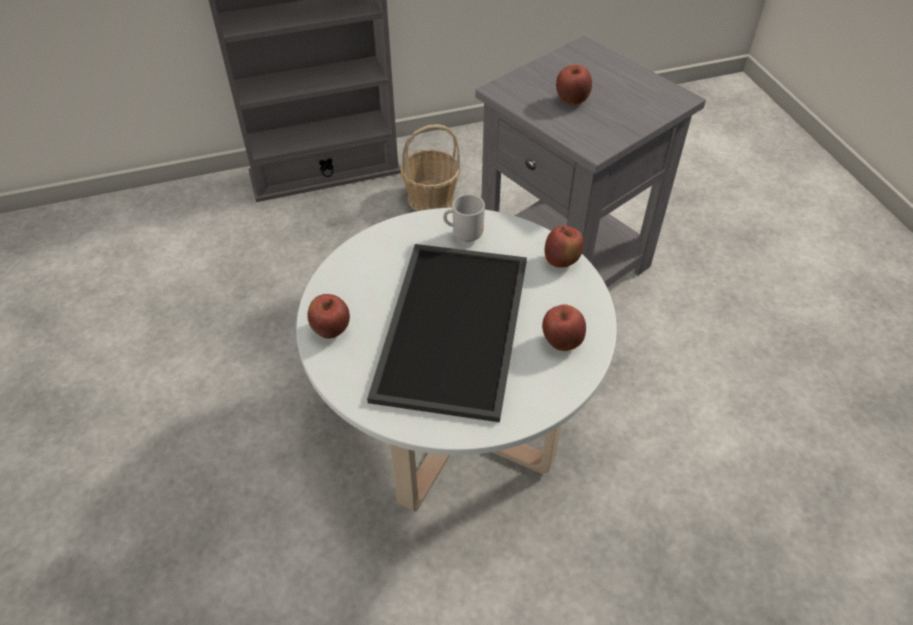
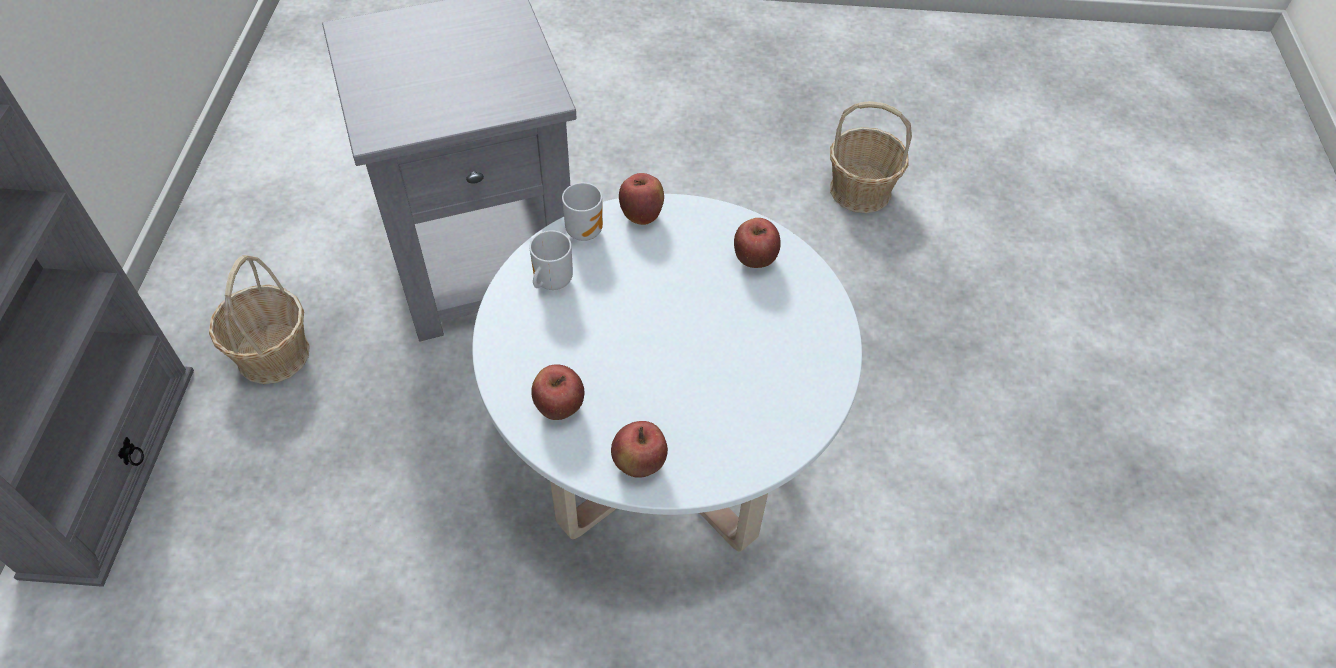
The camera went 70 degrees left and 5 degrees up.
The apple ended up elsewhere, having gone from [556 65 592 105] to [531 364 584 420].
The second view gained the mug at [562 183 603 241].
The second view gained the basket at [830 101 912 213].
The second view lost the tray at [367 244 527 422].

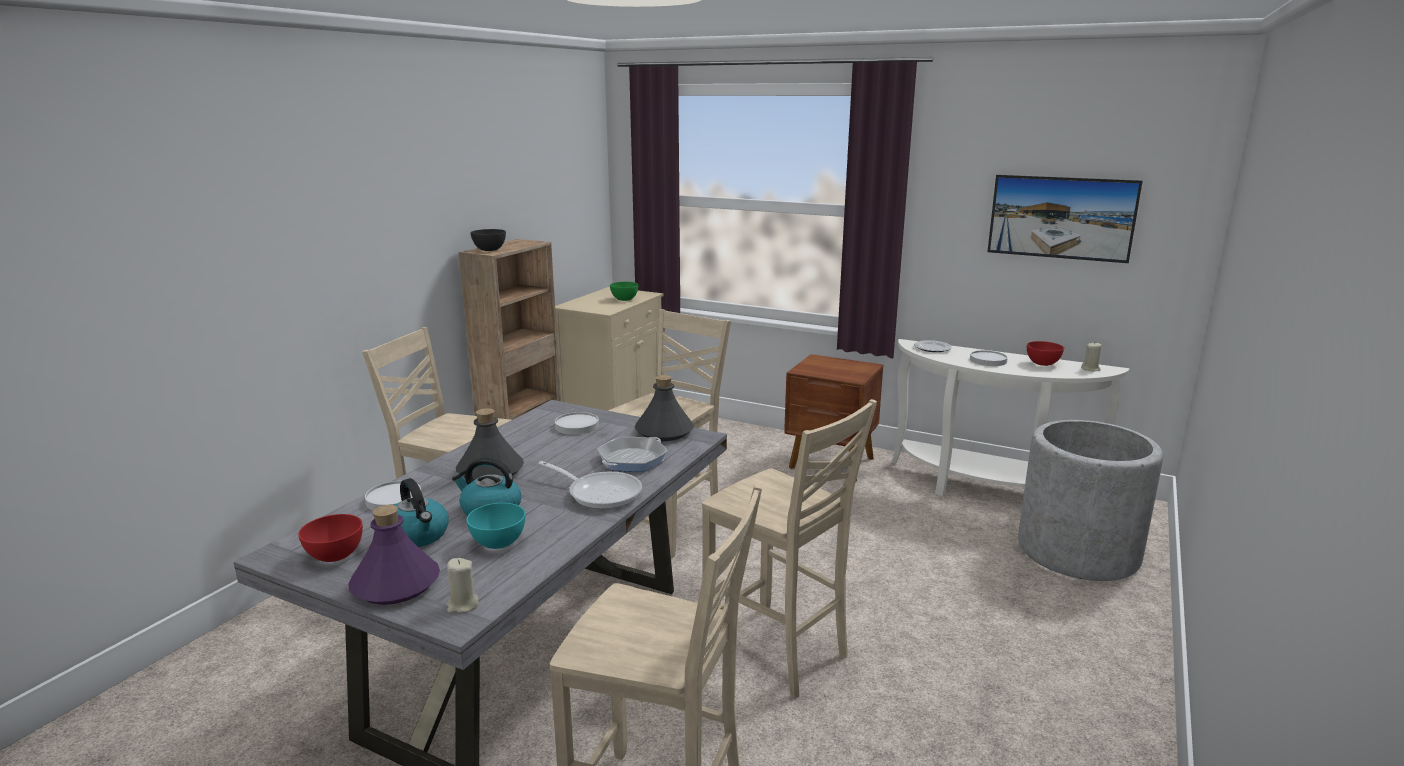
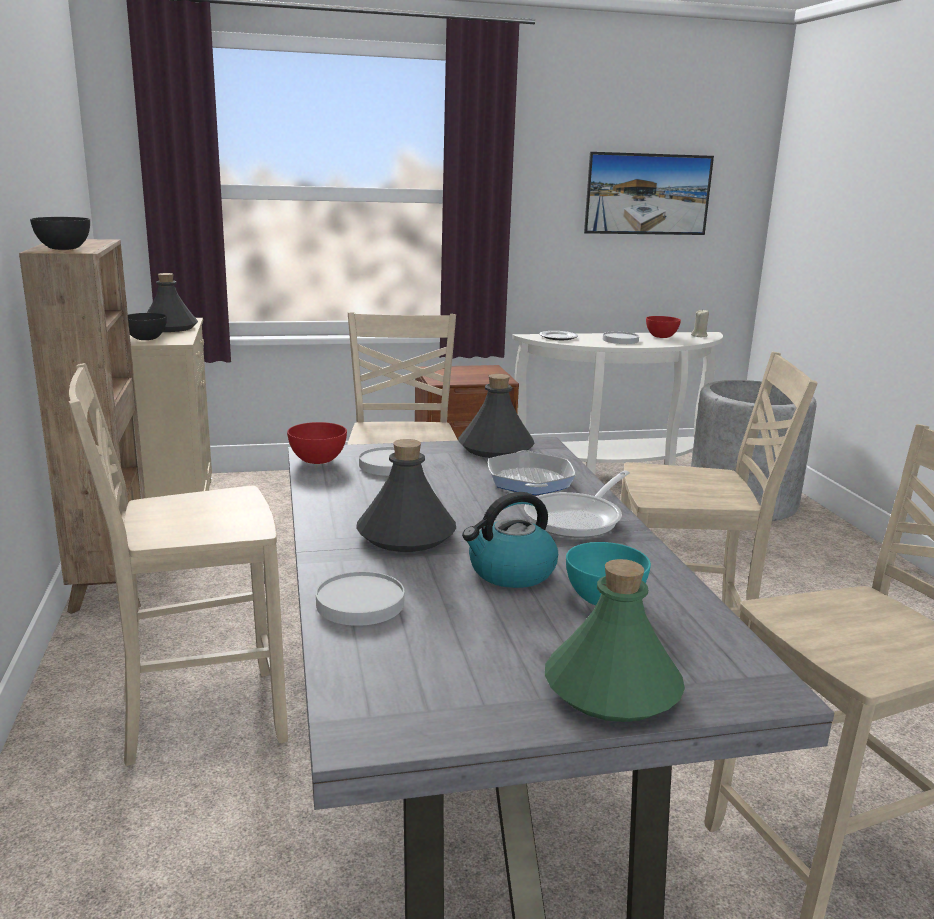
The camera went 40 degrees left and 0 degrees up.
The second view gained the bowl/grey at [128 313 167 340].
Where the bowl/green stood at [610 282 638 301], the bottle/grey came to stand at [147 273 198 332].
The bowl/red ended up elsewhere, having gone from [298 514 363 562] to [287 422 347 464].
The frying pan at [539 461 642 509] ended up facing another way, 135 degrees clockwise from before.
What was the bottle/purple at [348 505 440 605] turned into the bottle/green at [545 559 685 722].
The second view lost the kettle at [395 478 449 547].
The second view lost the candle/beige at [447 558 479 613].

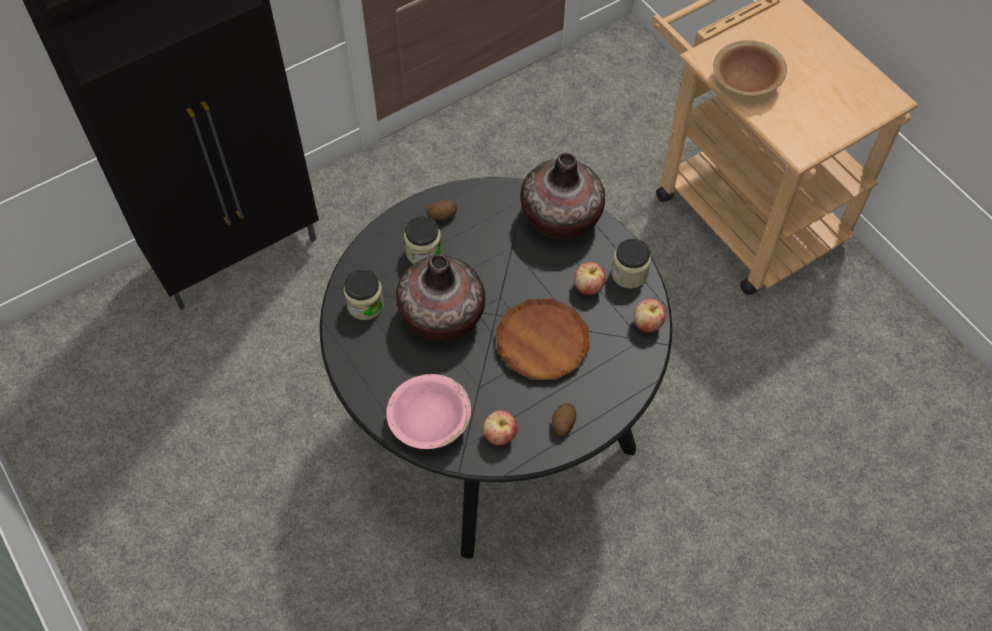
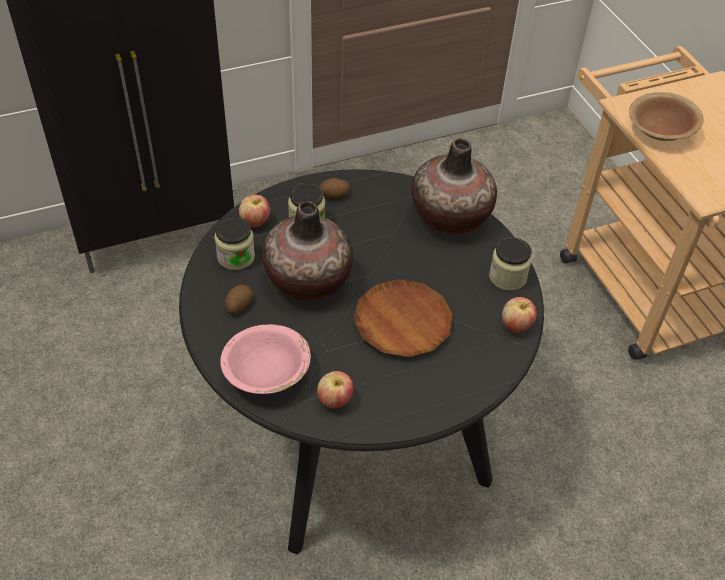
The camera went 10 degrees right and 10 degrees down.
The potato ended up elsewhere, having gone from [552 403 576 436] to [225 285 253 314].
The apple ended up elsewhere, having gone from [574 262 606 295] to [239 194 270 228].

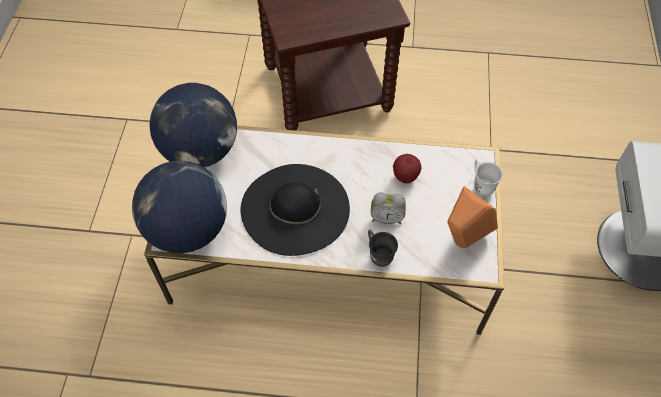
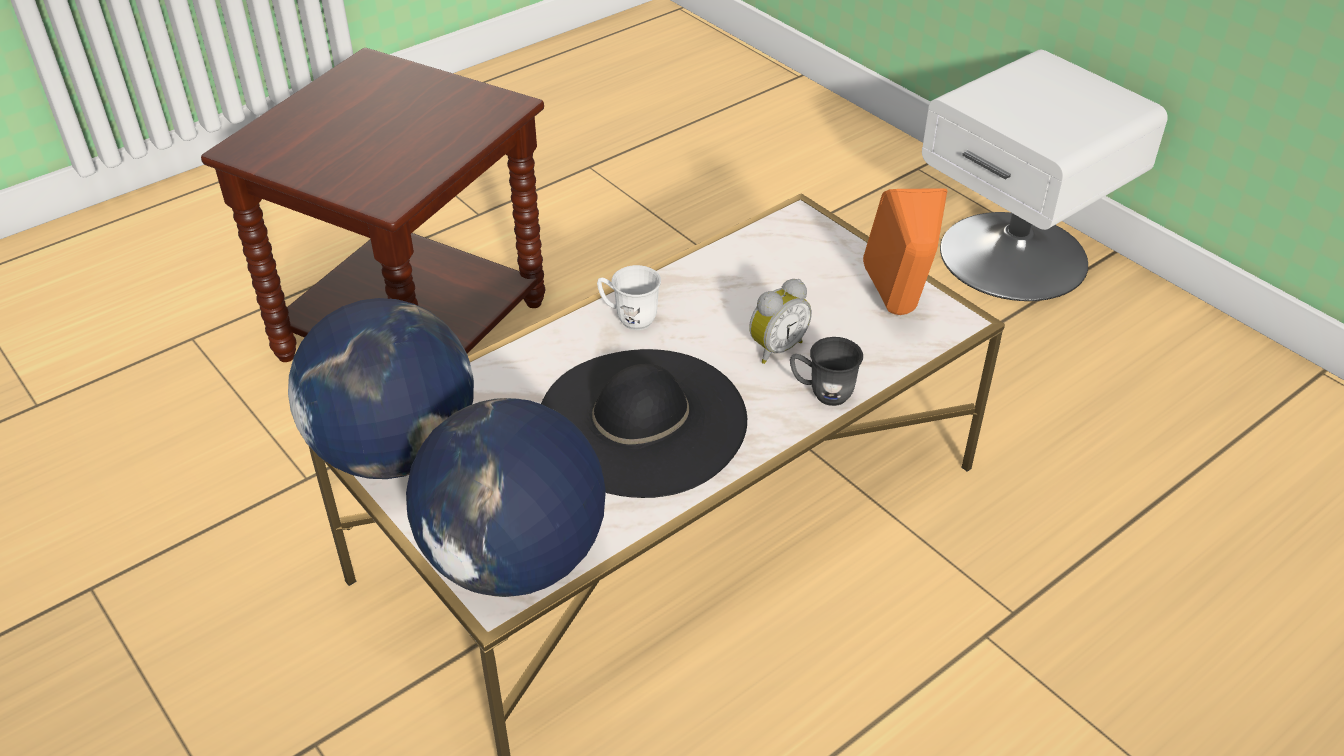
The camera went 45 degrees left and 15 degrees down.
The mug/white ended up elsewhere, having gone from [474 159 503 196] to [597 265 661 330].
The second view lost the apple at [393 154 422 183].

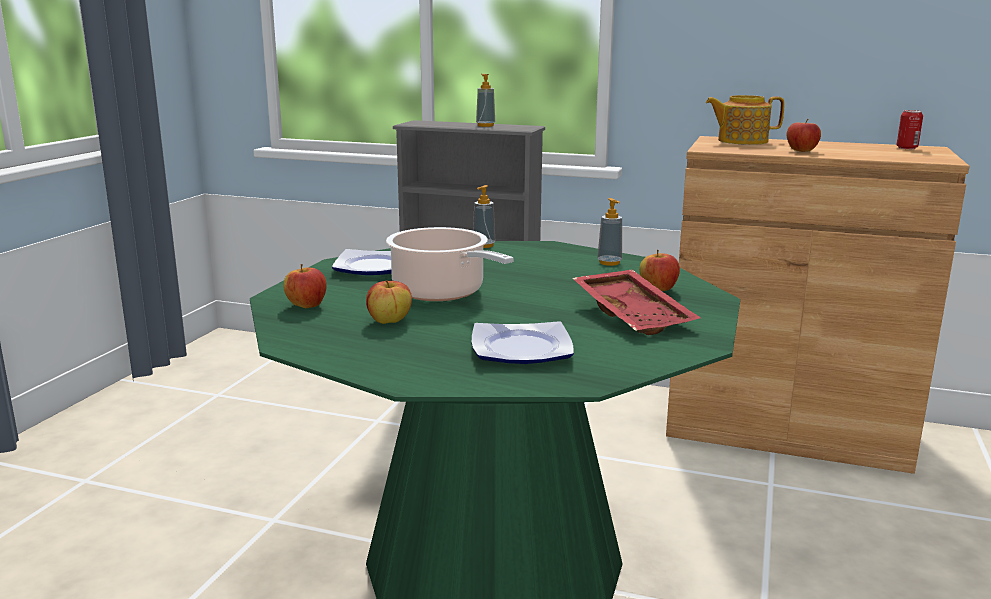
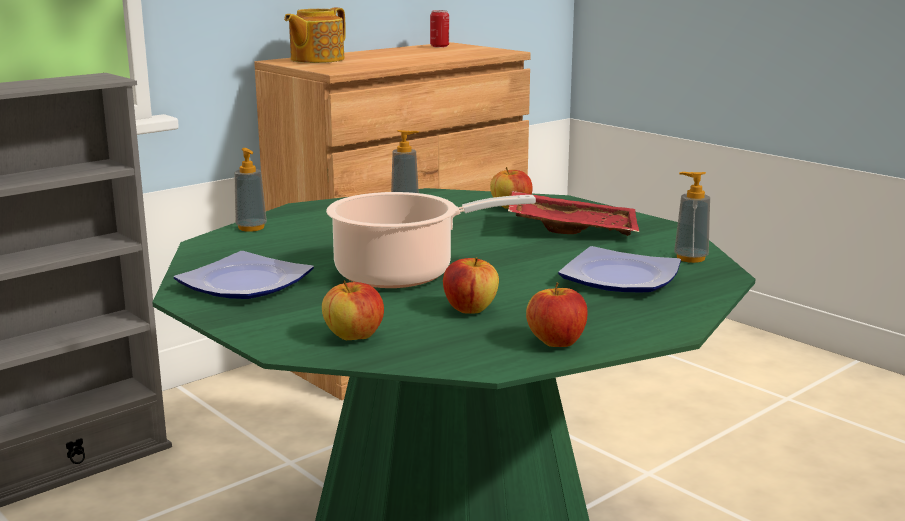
The camera went 60 degrees left and 0 degrees up.
The apple ended up elsewhere, having gone from [787 119 821 152] to [526 282 587 347].
The soap dispenser ended up elsewhere, having gone from [476 74 495 127] to [674 172 710 263].

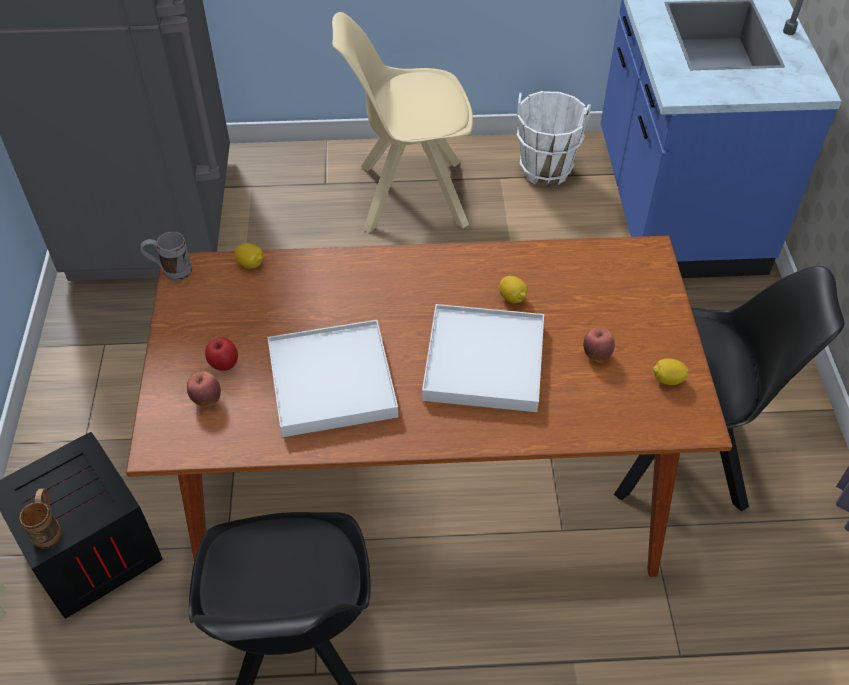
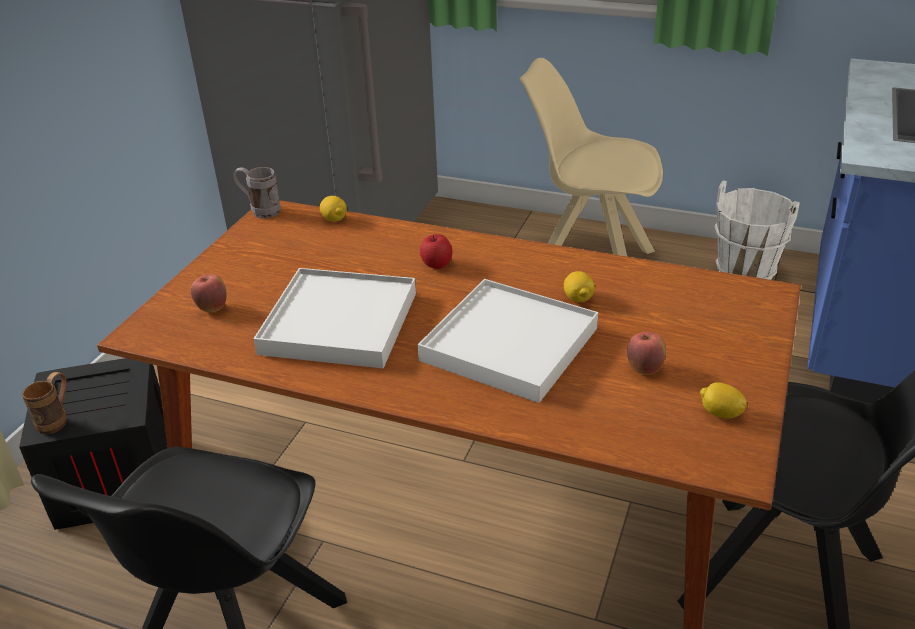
The camera went 25 degrees right and 15 degrees down.
The apple ended up elsewhere, having gone from [205 337 238 371] to [420 234 452 269].

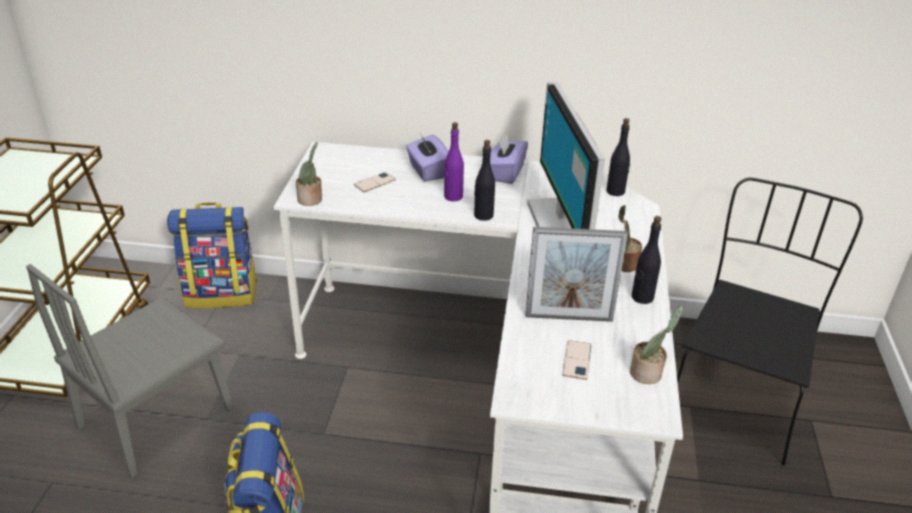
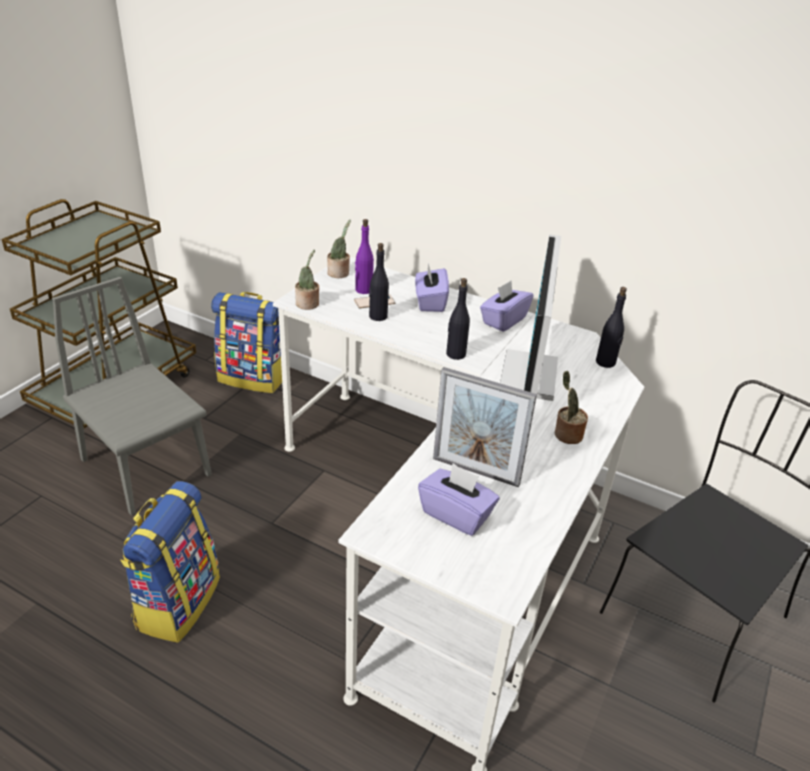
The camera went 20 degrees right and 0 degrees up.
The chair/grey at [26 264 234 478] ended up facing another way, 75 degrees clockwise from before.
The potted plant ended up elsewhere, having gone from [630 305 683 384] to [327 220 351 278].
The bottle/purple ended up elsewhere, having gone from [444 122 464 201] to [355 219 374 294].
The bottle/black ended up elsewhere, having gone from [632 216 661 304] to [369 243 389 321].
Where the phone stood at [562 340 591 380], the tissue box/purple came to stand at [418 463 500 536].

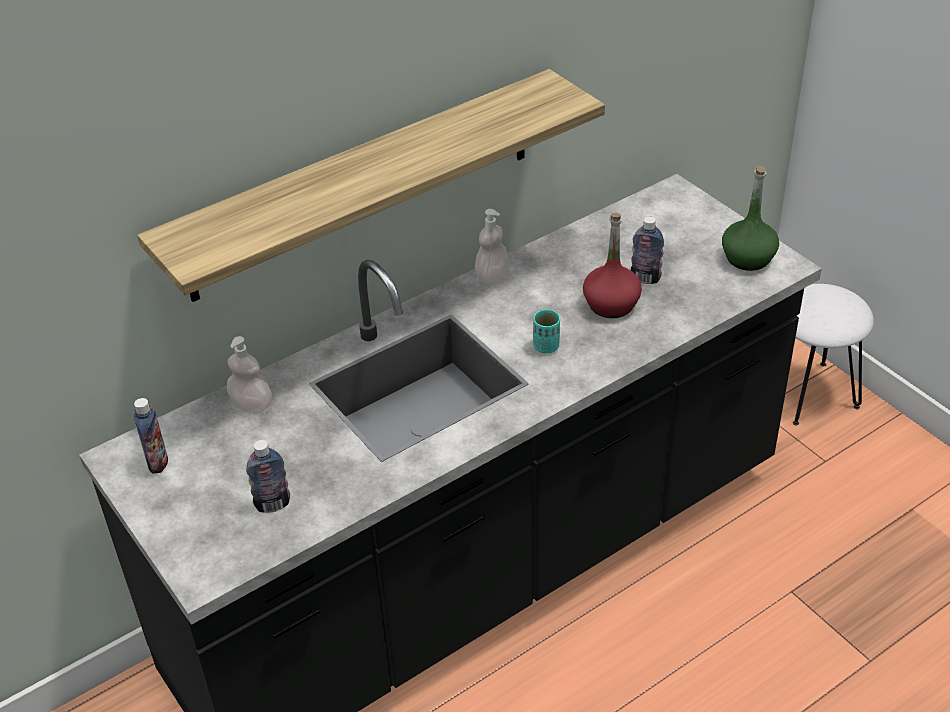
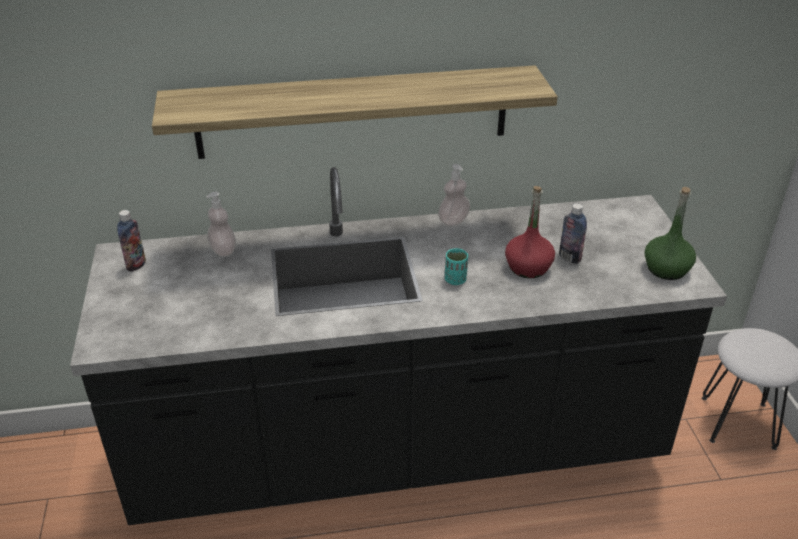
The camera went 25 degrees right and 5 degrees down.
The second view lost the bottle at [246 440 290 513].

